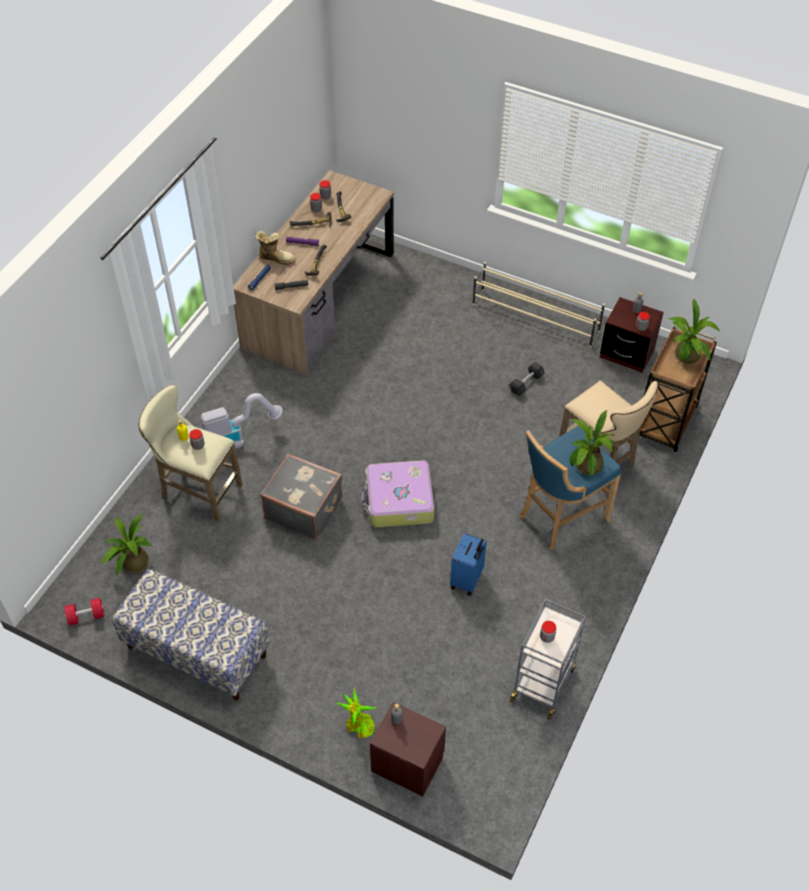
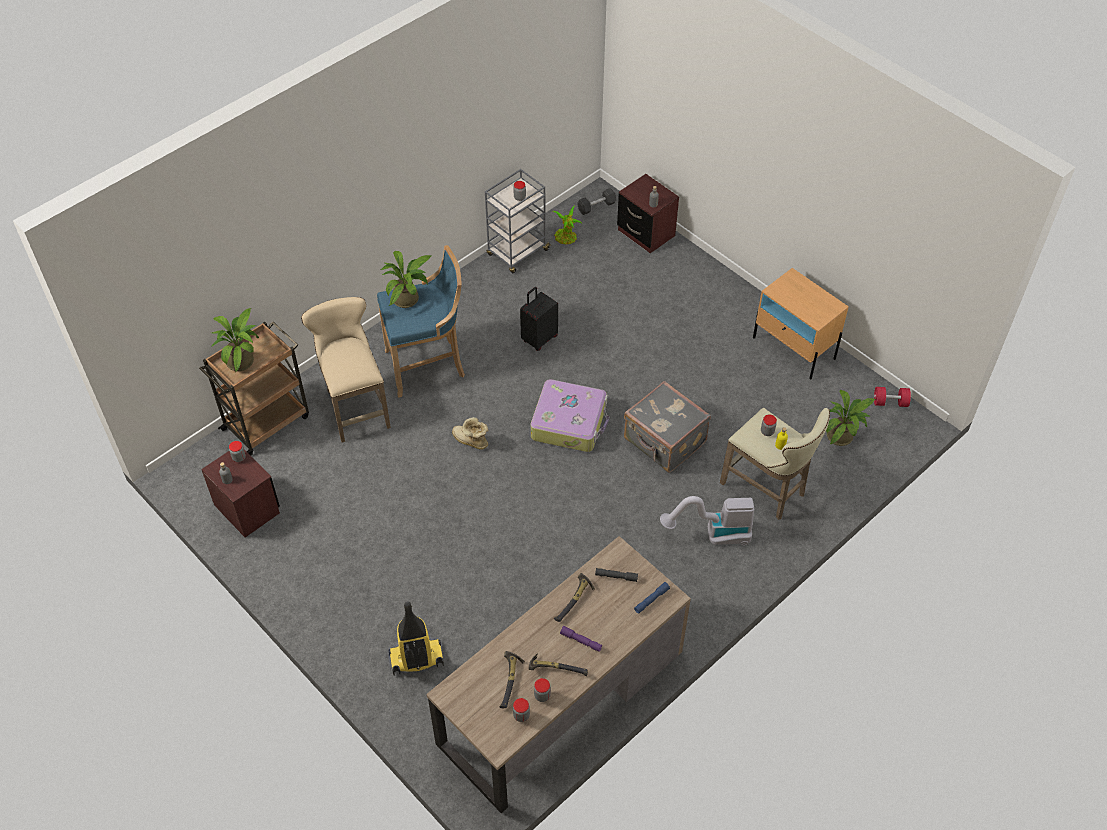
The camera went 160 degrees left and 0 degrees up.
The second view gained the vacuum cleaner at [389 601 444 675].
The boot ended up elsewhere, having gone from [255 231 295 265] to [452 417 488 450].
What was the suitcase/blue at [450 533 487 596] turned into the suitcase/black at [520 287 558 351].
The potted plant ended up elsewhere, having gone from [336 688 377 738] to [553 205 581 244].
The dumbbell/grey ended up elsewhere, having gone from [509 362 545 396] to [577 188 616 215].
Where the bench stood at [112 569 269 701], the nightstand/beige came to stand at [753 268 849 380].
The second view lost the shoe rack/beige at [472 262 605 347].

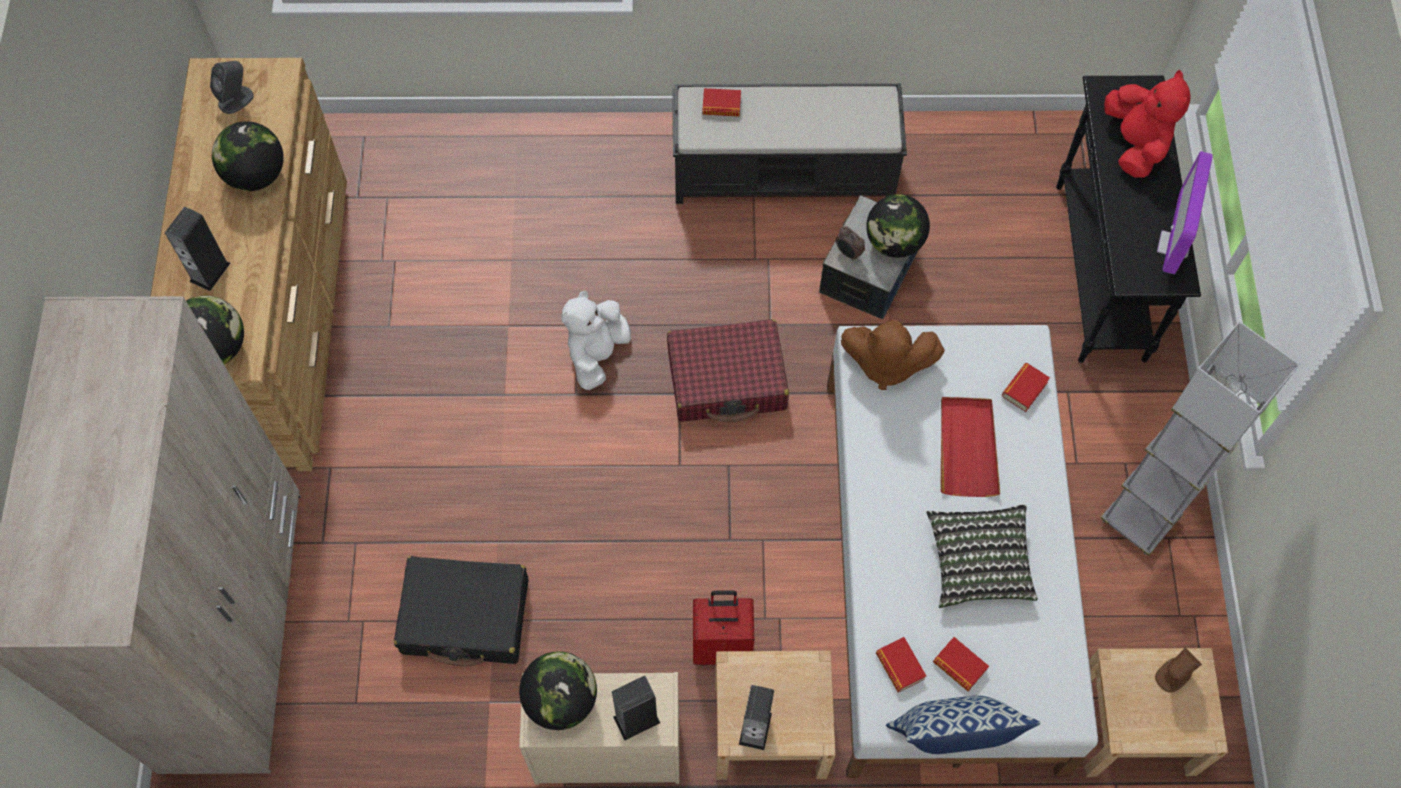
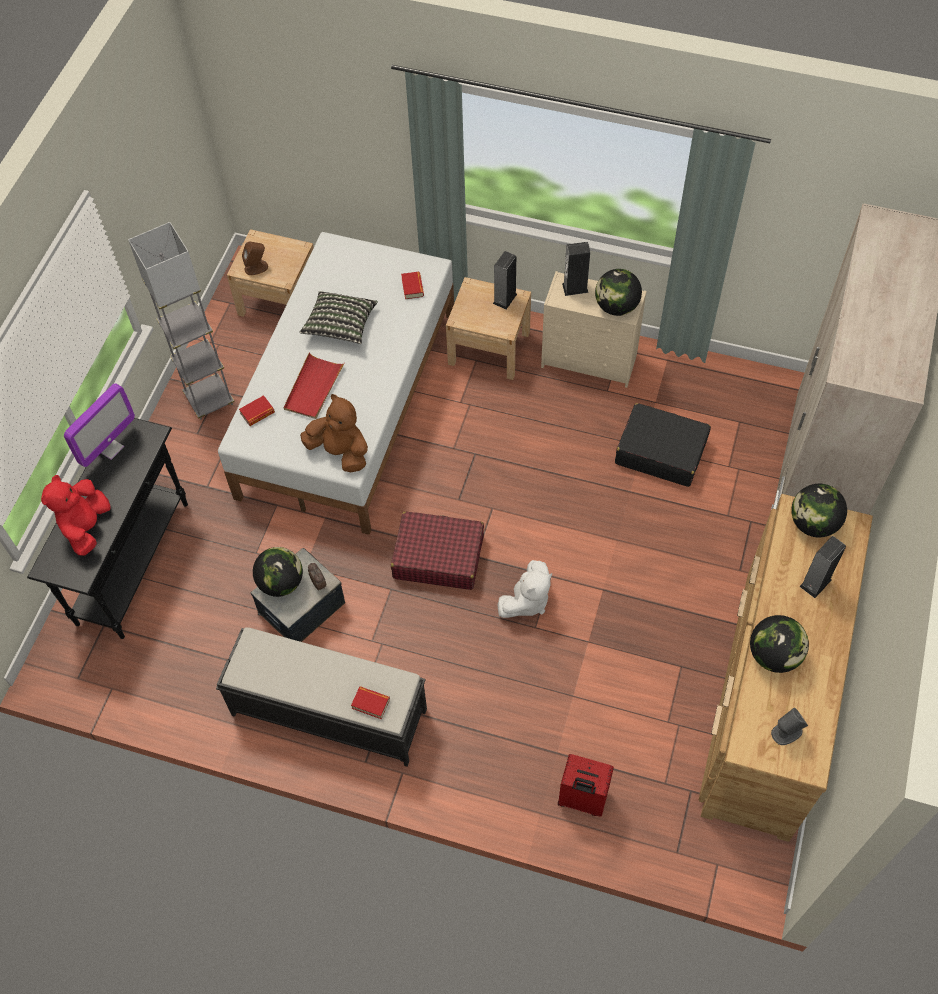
The camera went 160 degrees left and 5 degrees down.
The suitcase/red ended up elsewhere, having gone from [693 590 754 665] to [558 754 614 816].
The second view lost the pillow at [886 695 1040 754].
The second view lost the book at [933 637 989 691].

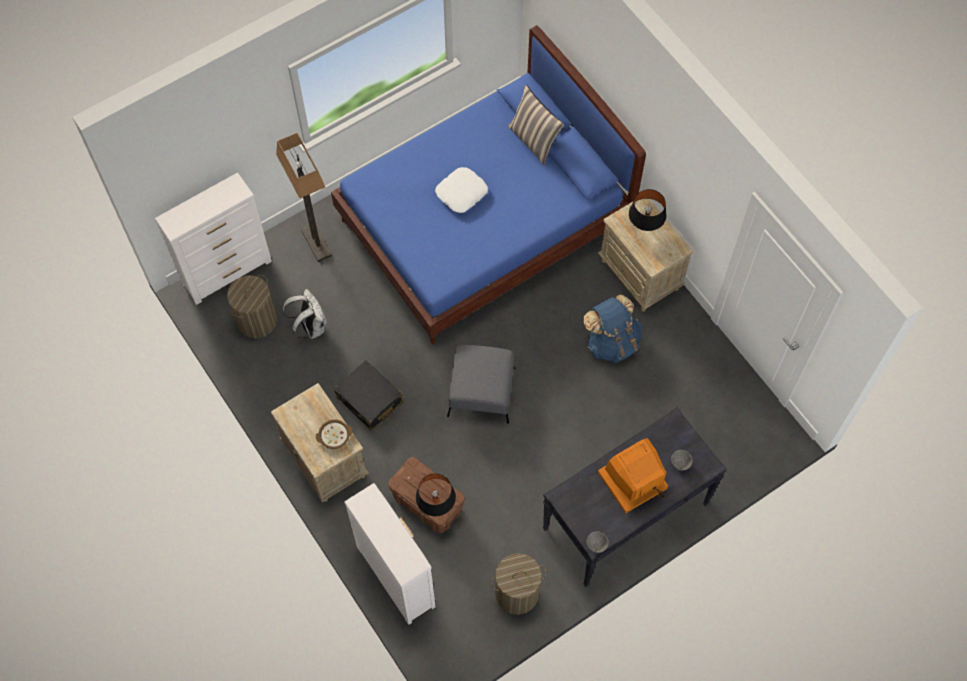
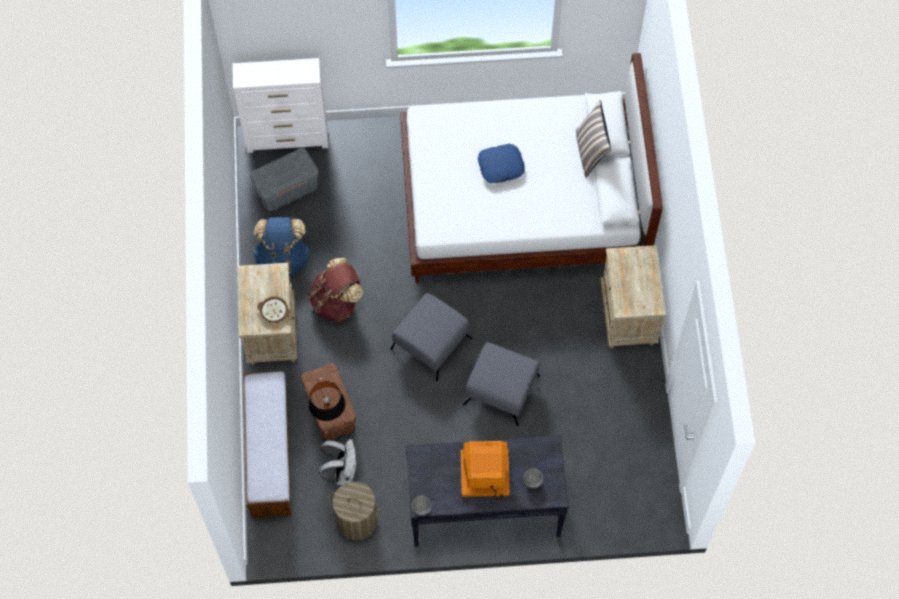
The camera went 30 degrees right and 0 degrees up.
Where the dresser/white stood at [344 483 436 625], the bench came to stand at [243 371 292 519].
Where the laundry basket stood at [227 275 277 339], the storage box/grey came to stand at [250 148 319 211].
The backpack/blue ended up elsewhere, having gone from [583 295 642 363] to [253 217 309 276].
Where the suitcase/black stood at [334 360 404 431], the backpack/brown came to stand at [308 258 363 322].
The backpack/white ended up elsewhere, having gone from [283 289 326 339] to [318 439 357 485].
What was the bed/blue at [331 25 646 344] turned into the bed/white at [400 53 663 284].
The second view gained the ottoman/grey at [463 342 540 426].
What was the pillow/white at [435 167 488 213] turned into the pillow/blue at [478 144 524 183].
The second view lost the floor lamp at [276 133 332 262].
The second view lost the table lamp/black at [629 189 666 231].

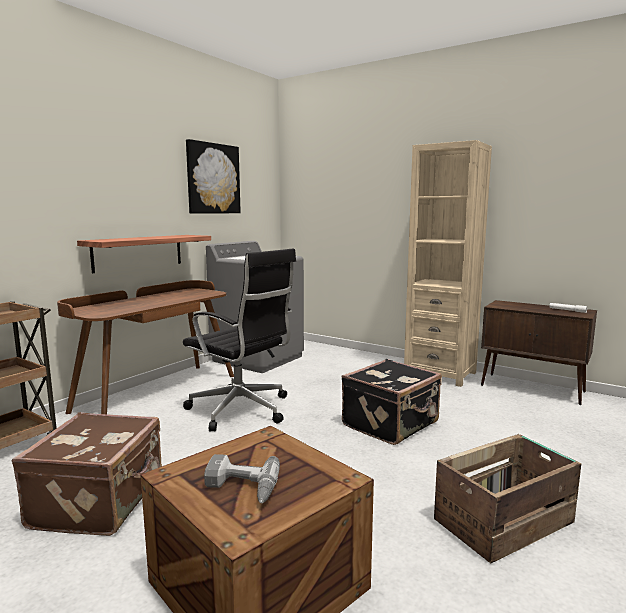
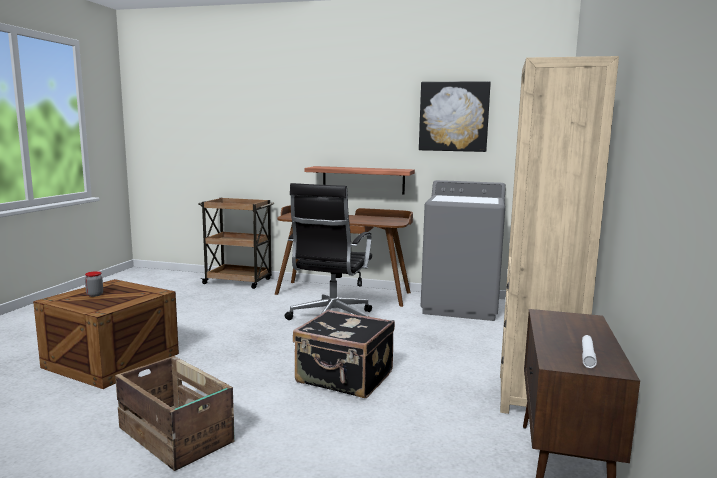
The camera went 70 degrees right and 0 degrees up.
Where the power drill stood at [204 454 280 503], the jar came to stand at [85 271 103 297].
The second view lost the suitcase/brown at [12 412 162 536].

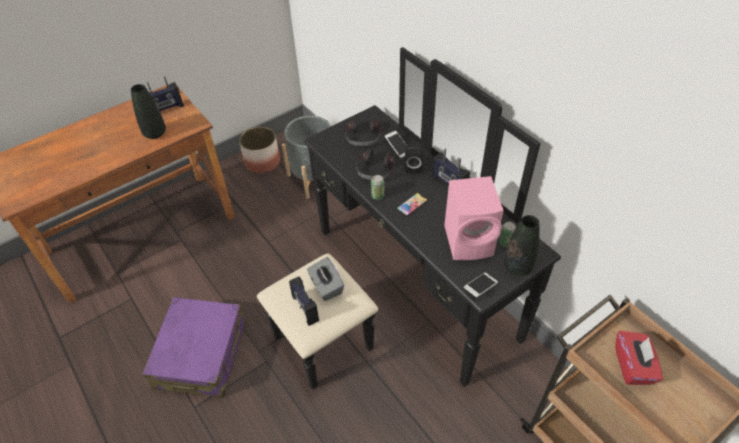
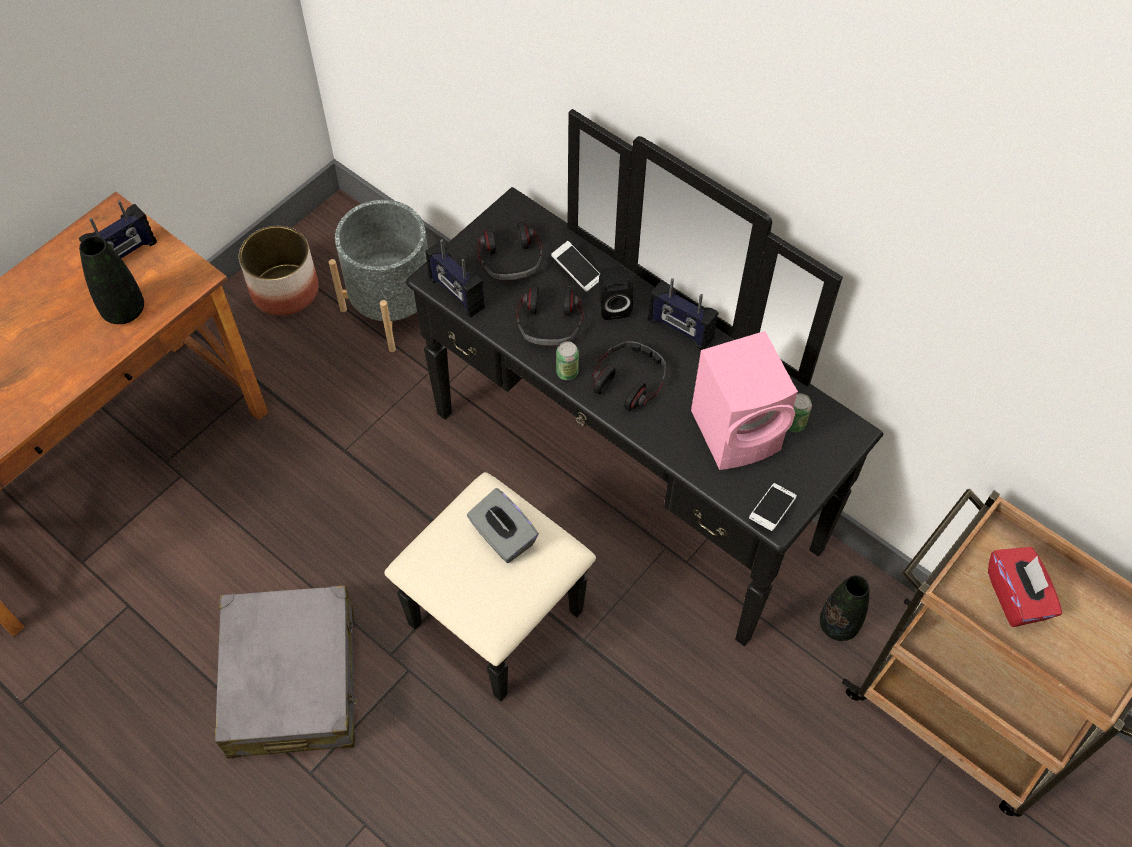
The camera went 15 degrees left and 10 degrees up.
What was the suitcase/purple at [143 297 246 398] turned into the suitcase/grey at [215 585 357 759].
The radio ended up elsewhere, having gone from [289 276 319 326] to [425 239 485 318].
Where the phone stood at [397 193 428 217], the headphones came to stand at [592 341 666 412].
The vase/black ended up elsewhere, having gone from [504 215 540 276] to [820 575 869 641].

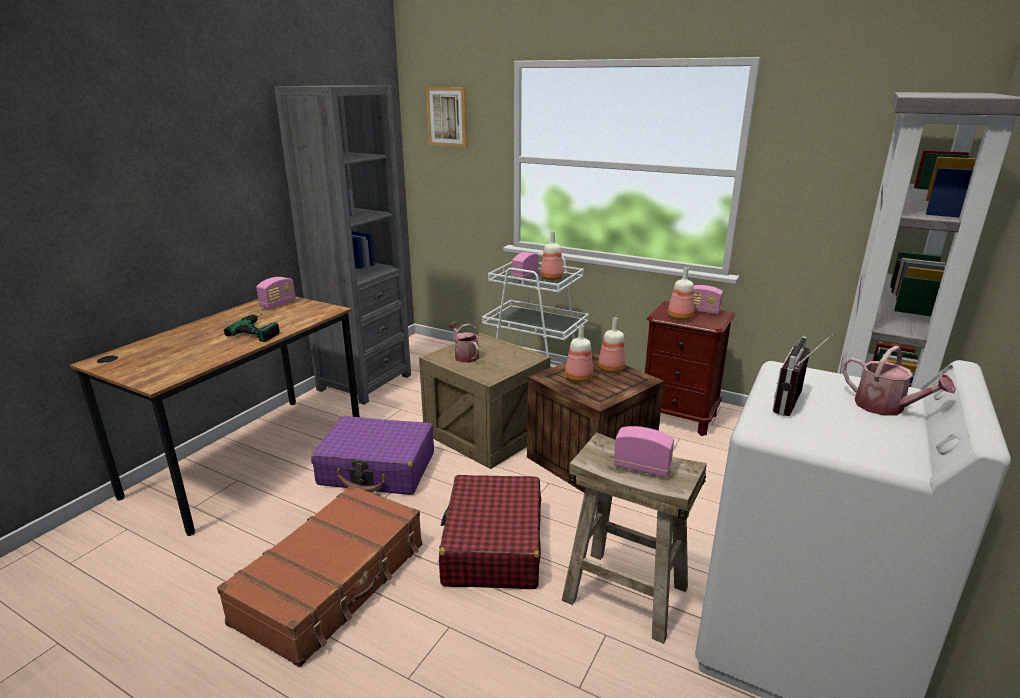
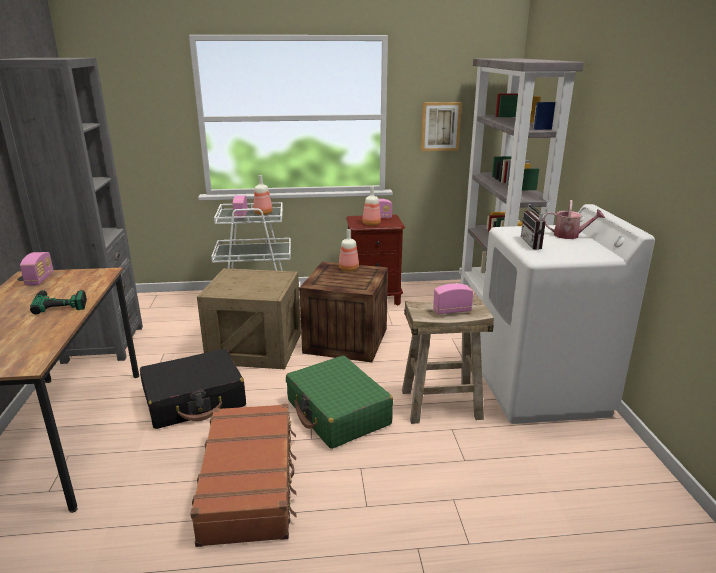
The camera went 35 degrees left and 0 degrees up.
What was the suitcase/purple at [311 416 434 495] turned into the suitcase/black at [140 349 246 429].
What was the suitcase/red at [439 475 541 589] turned into the suitcase/green at [286 356 393 449].
The picture ended up elsewhere, having gone from [426 87 468 147] to [421 102 462 151].
The second view lost the watering can at [449 322 479 363].
The second view lost the bottle at [565 325 593 382].

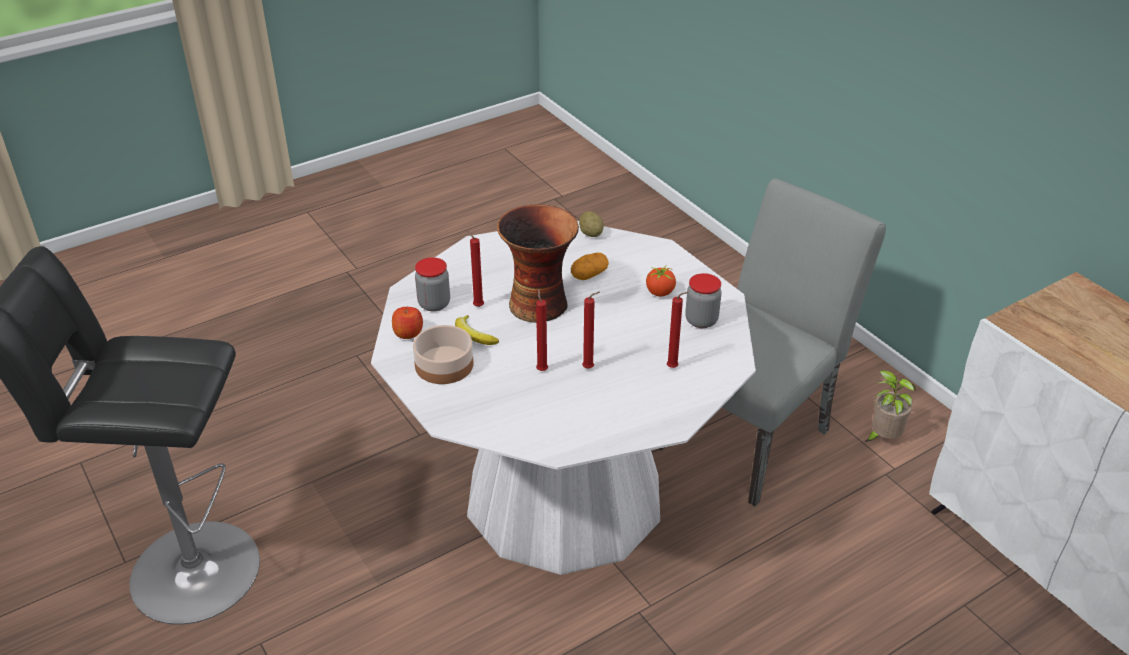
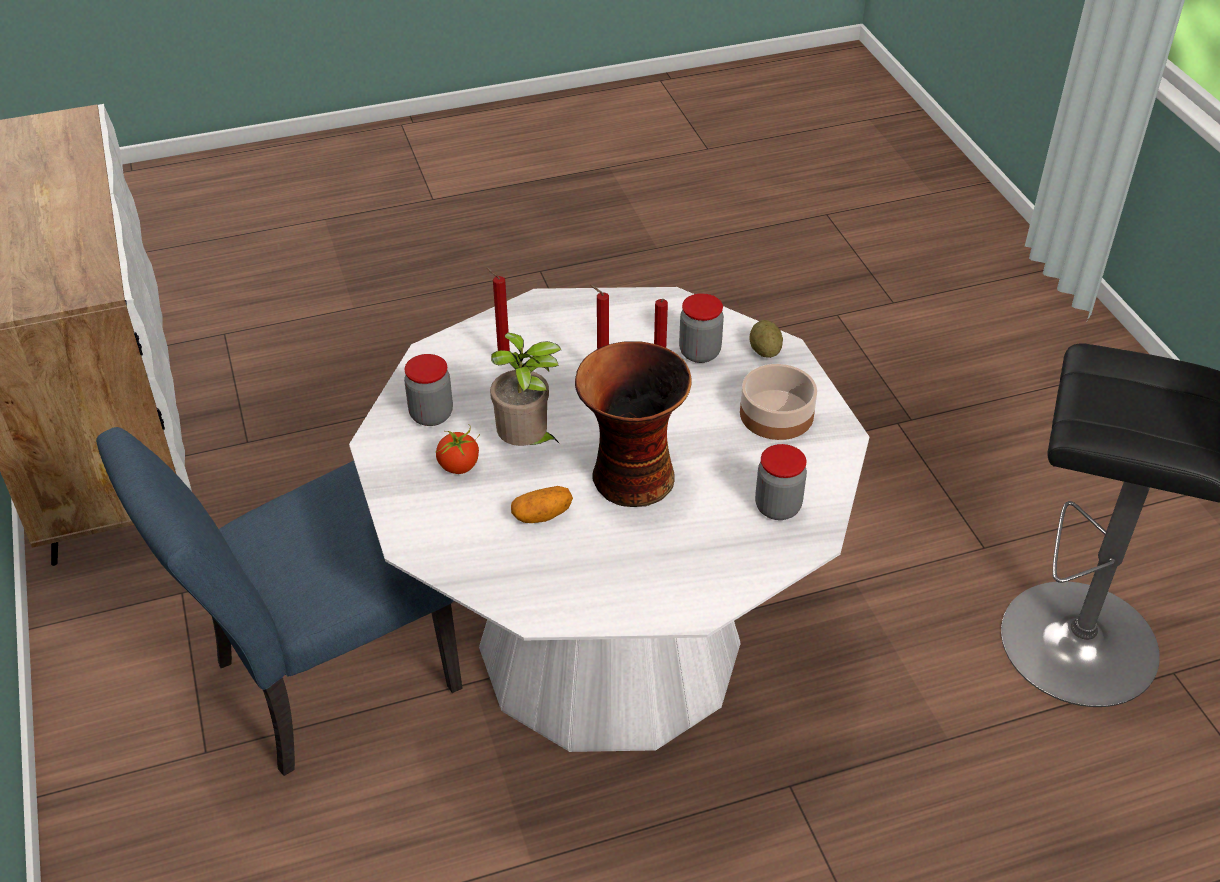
The camera went 165 degrees left and 5 degrees up.
What was the chair/grey at [659 178 886 507] turned into the chair/blue at [96 427 462 776].
The potted plant ended up elsewhere, having gone from [865 370 916 442] to [490 332 561 446].
The second view gained the jar at [679 293 724 363].
The potato ended up elsewhere, having gone from [579 211 604 237] to [749 320 783 358].
The second view lost the apple at [392 307 423 339].
The second view lost the banana at [455 315 499 345].
The second view lost the candle/red at [466 230 484 307].

